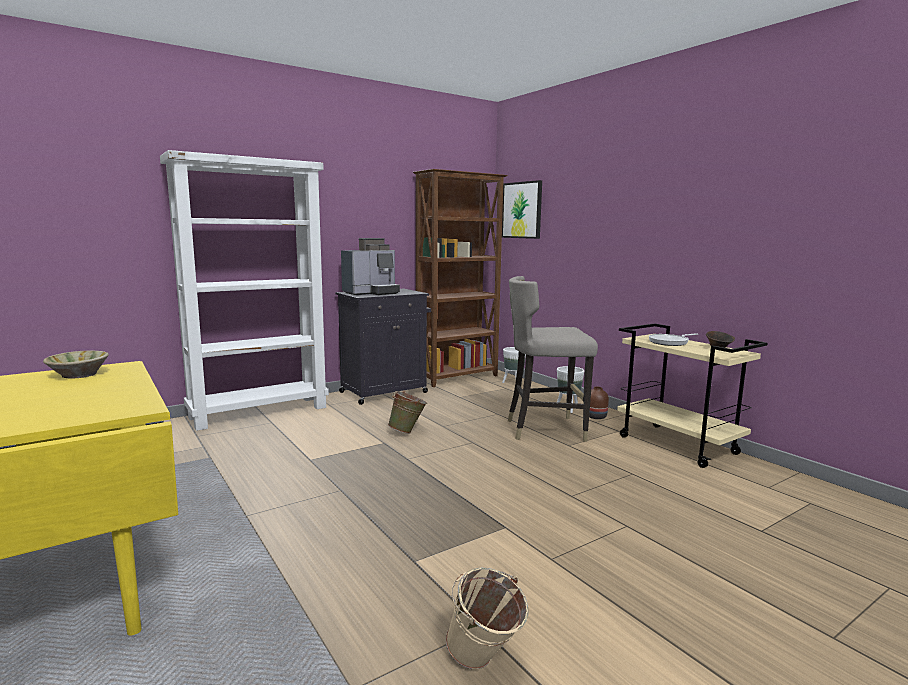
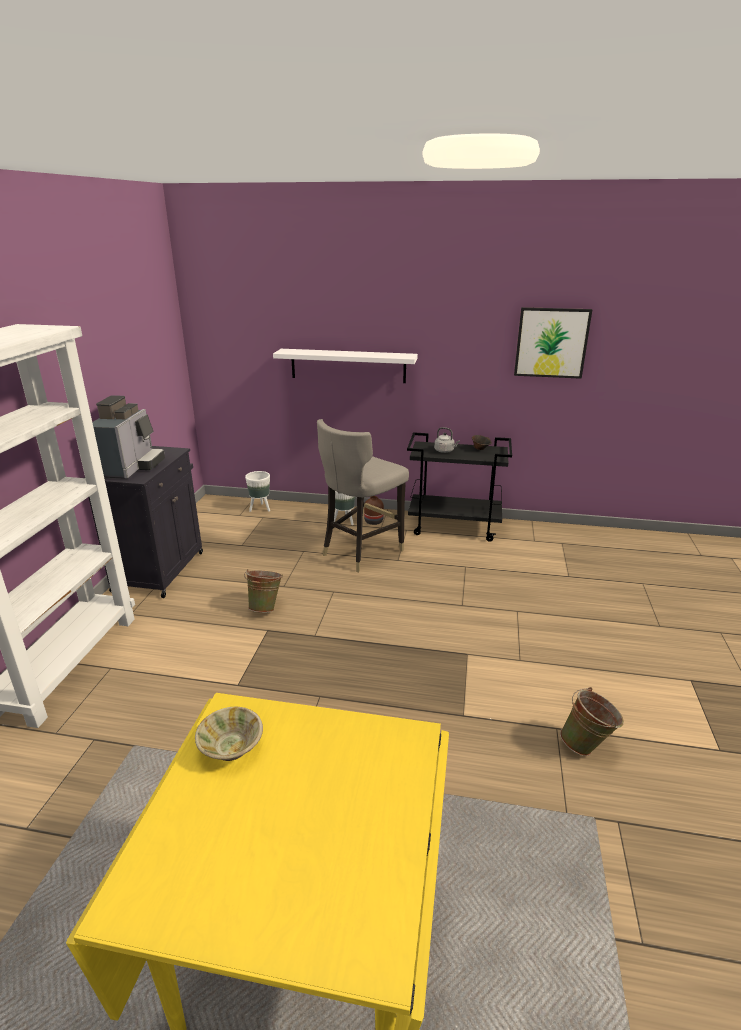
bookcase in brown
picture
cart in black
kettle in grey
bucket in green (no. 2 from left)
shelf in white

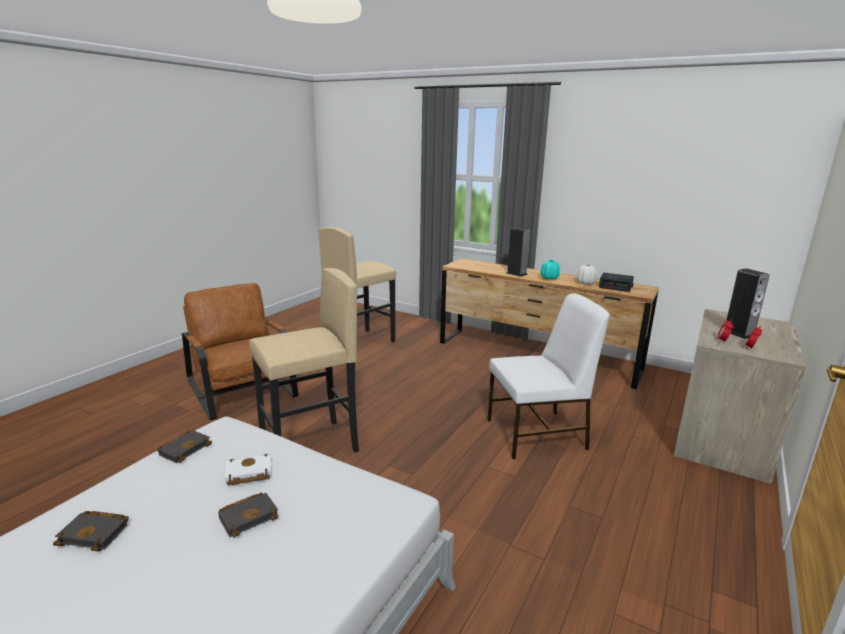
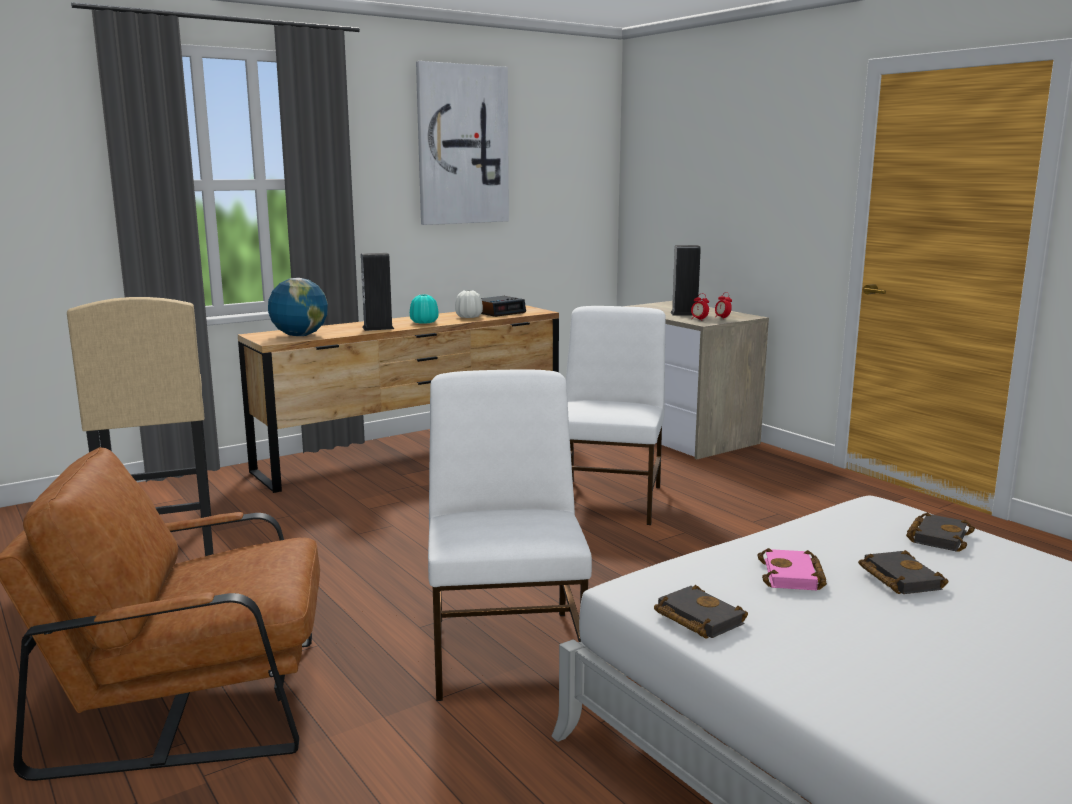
chair in white (no. 1 from left)
book in pink
book in black (no. 3 from left)
picture
globe

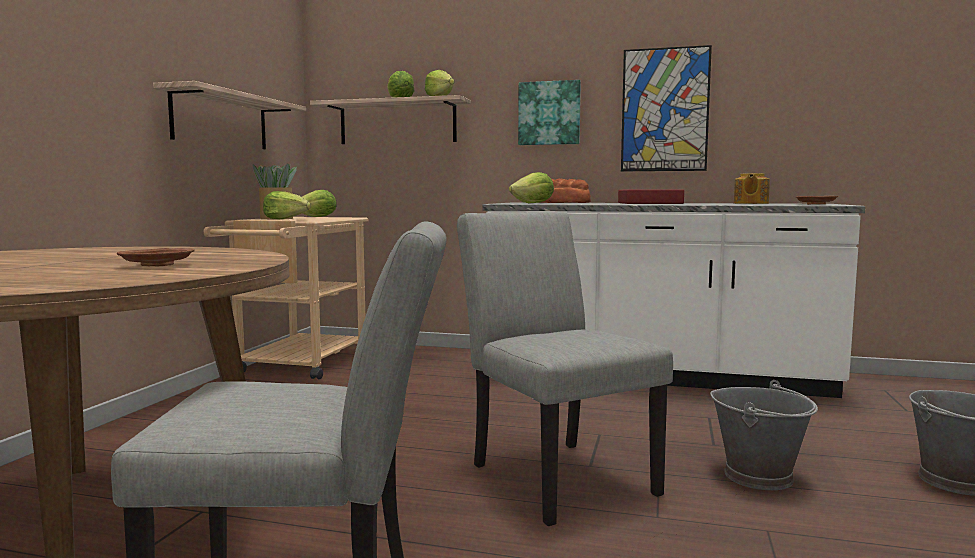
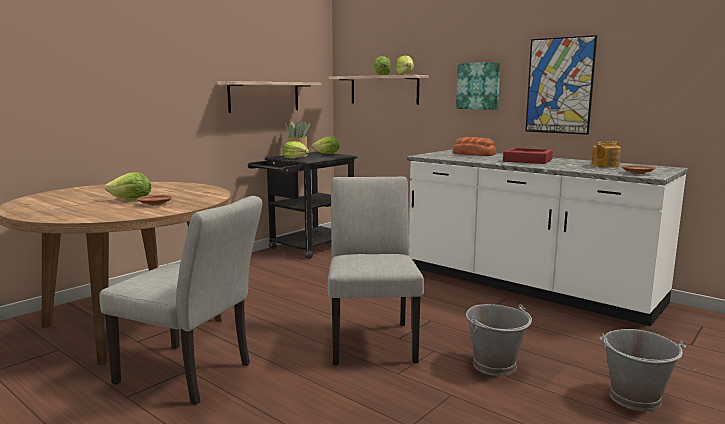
lettuce (no. 1 from left)
cart in black

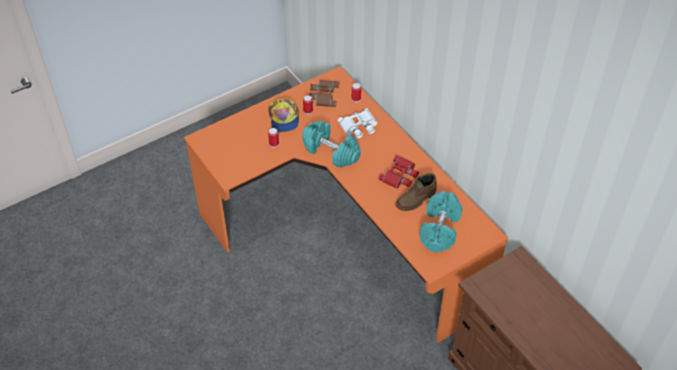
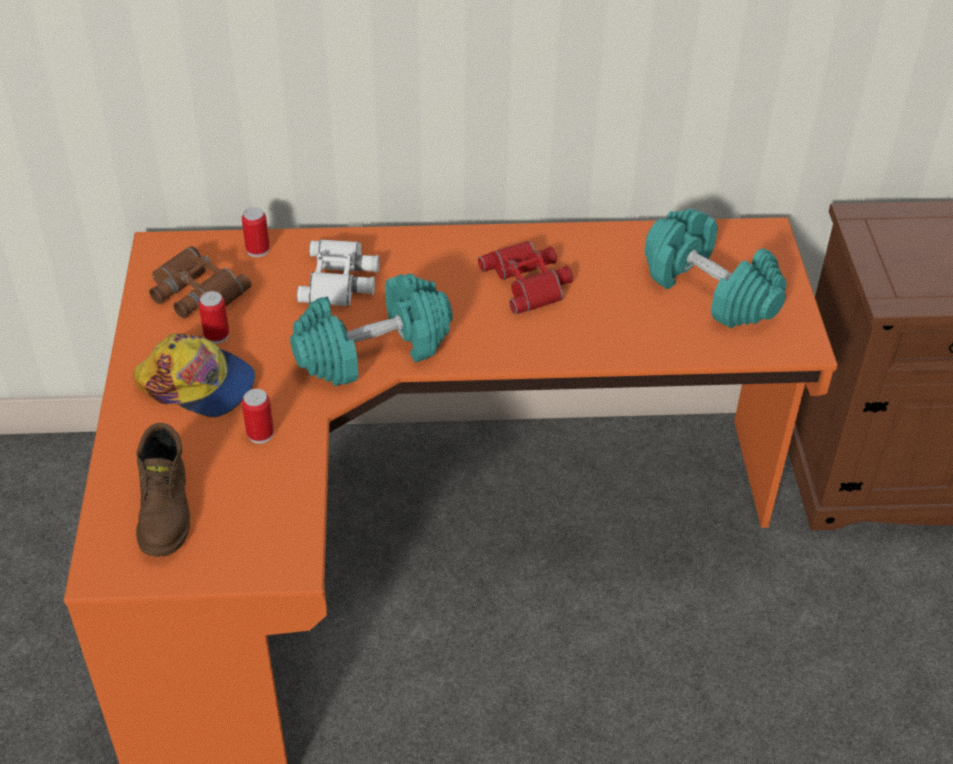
boot in brown

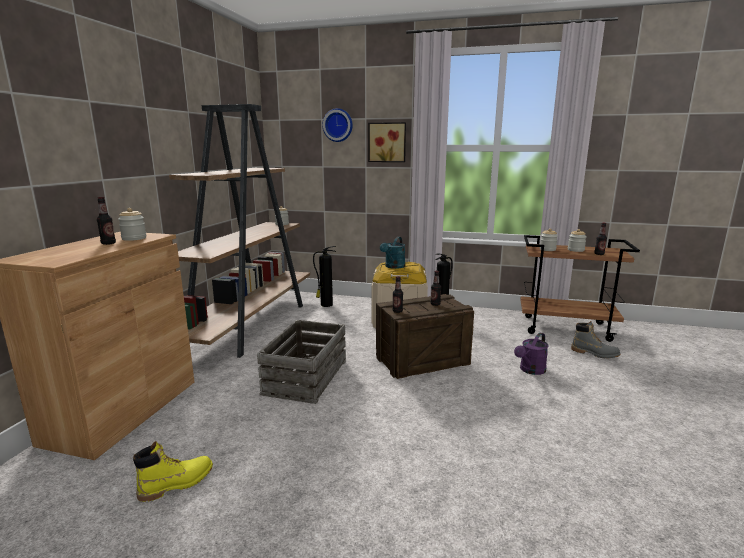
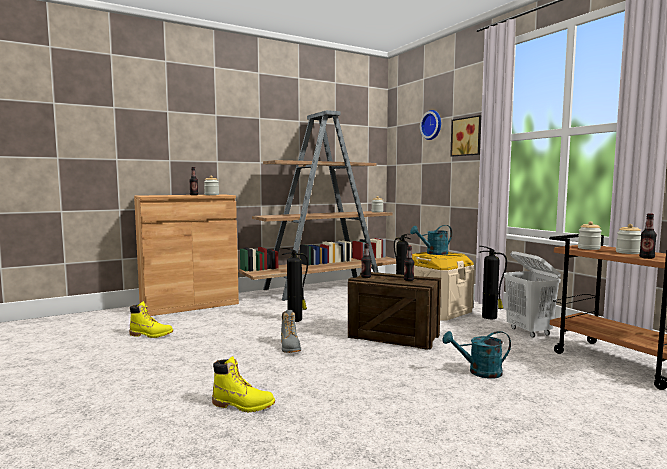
fire extinguisher (no. 1 from left)
boot in grey
watering can in turquoise (no. 2 from left)
laundry basket in white
boot in yellow (no. 2 from left)

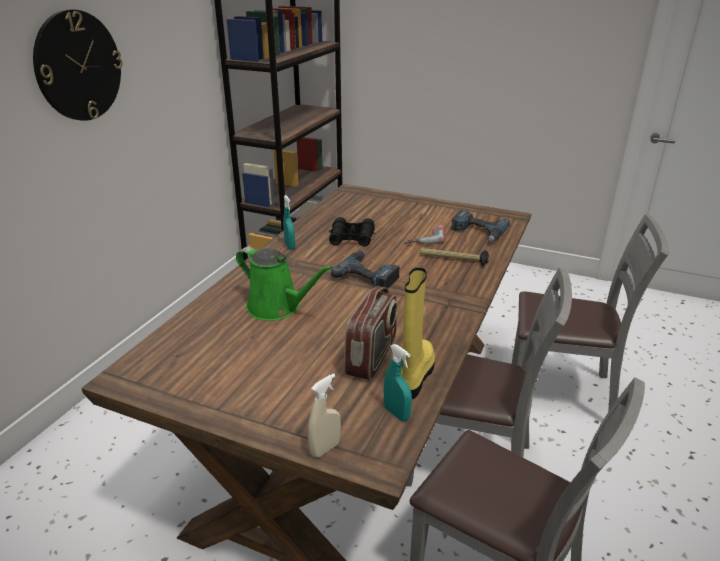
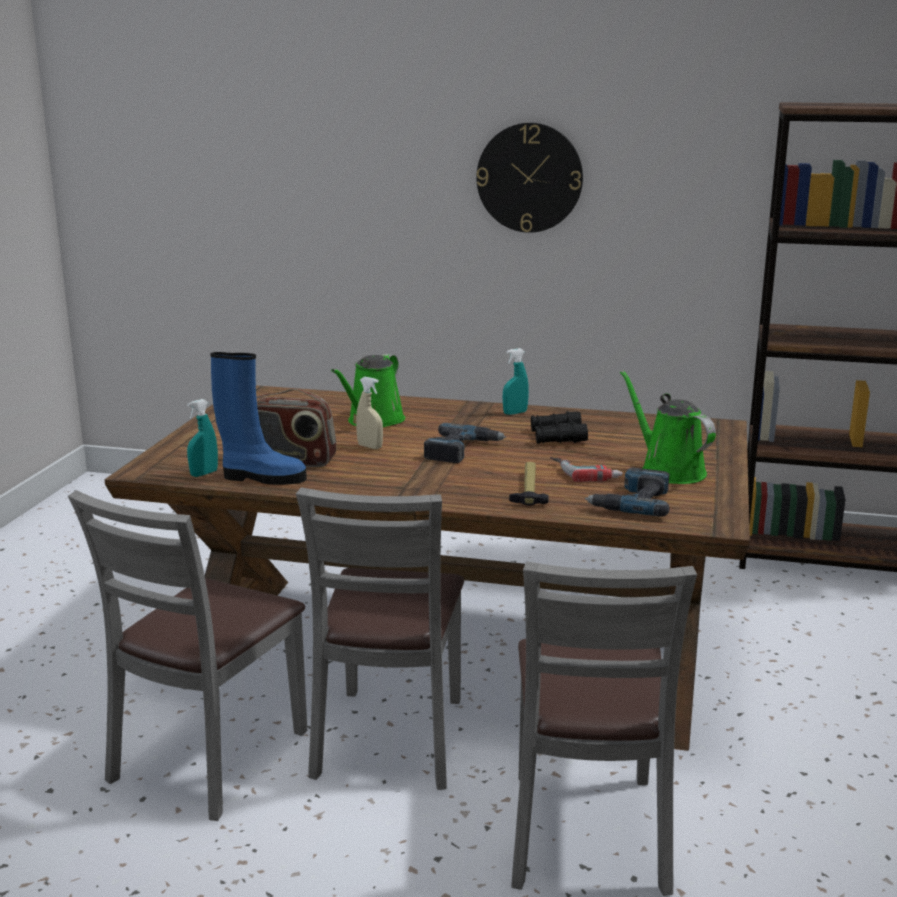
boot in blue
spray bottle in beige
watering can in green (no. 2 from left)

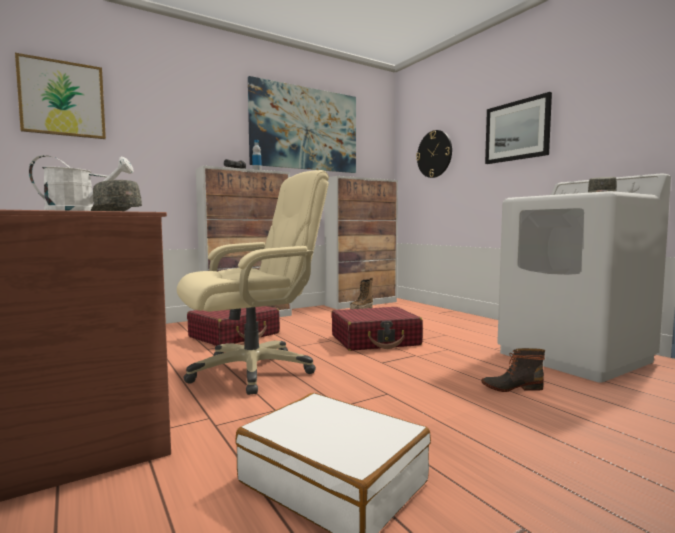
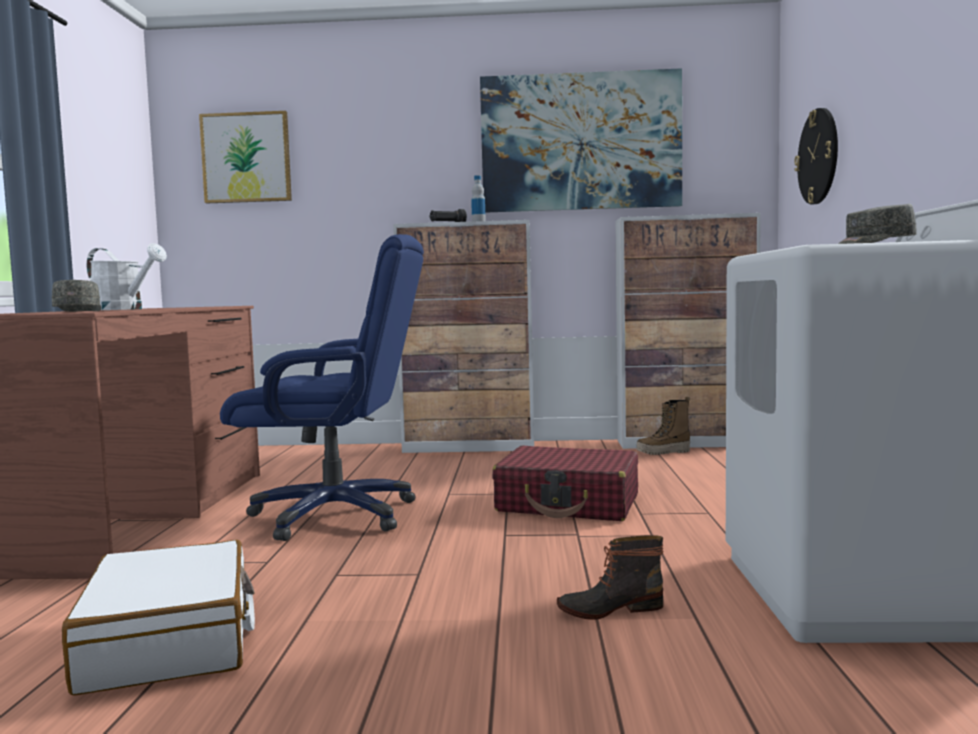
picture (no. 3 from left in the first image)
office chair in blue
suitcase in red (no. 1 from left in the first image)
boot (no. 1 from left)

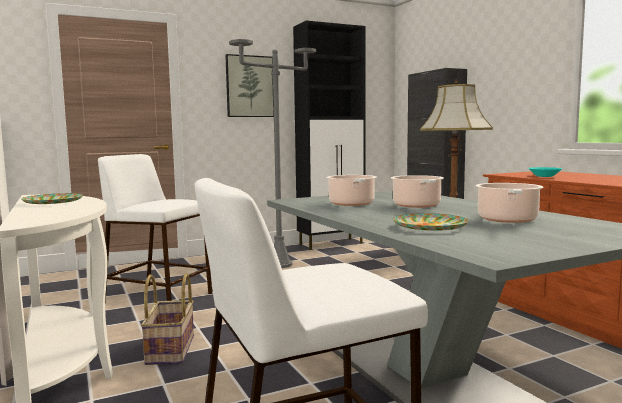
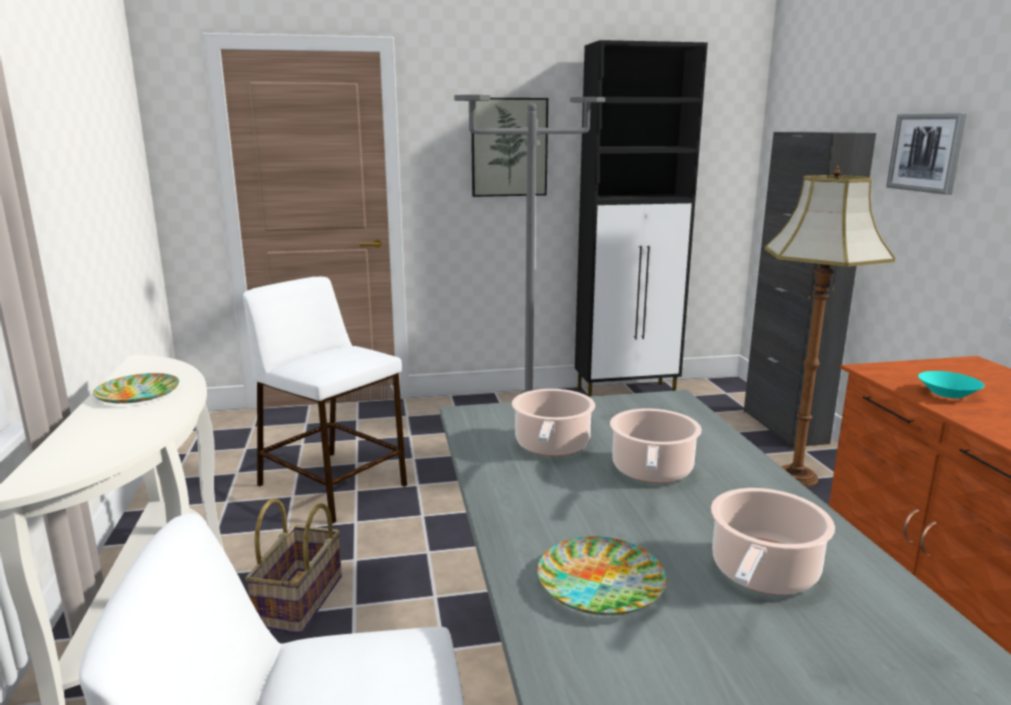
picture (no. 2 from left)

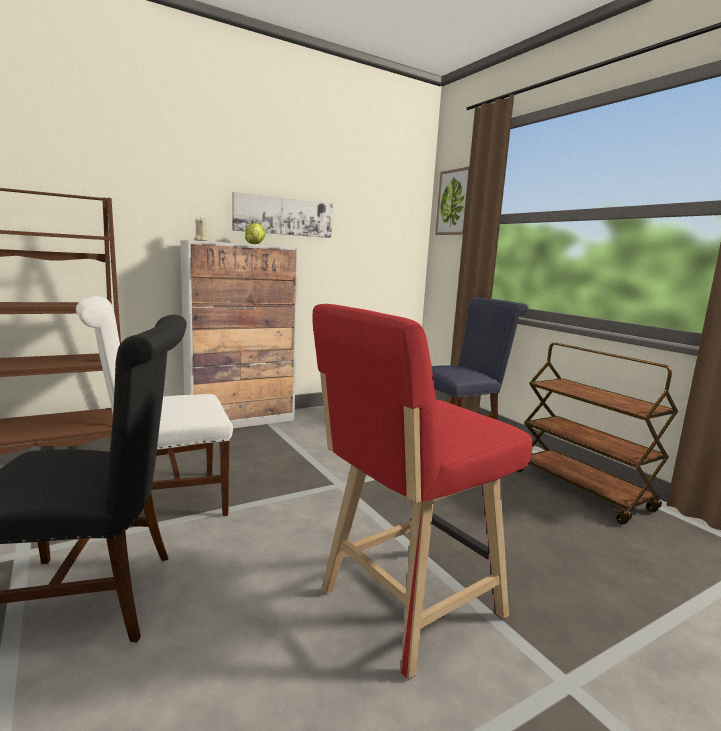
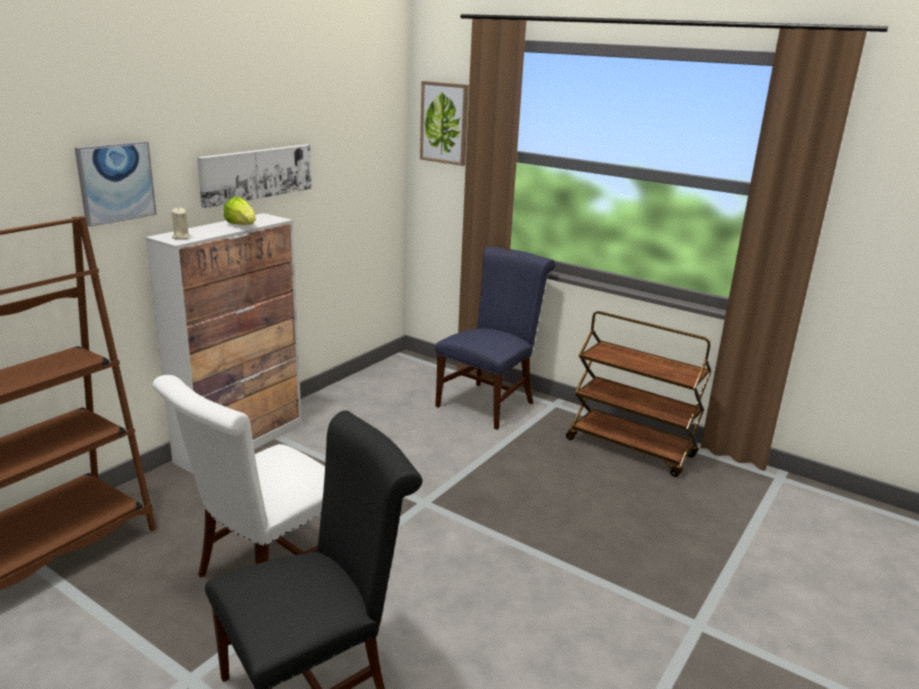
stool in red
picture (no. 1 from left)

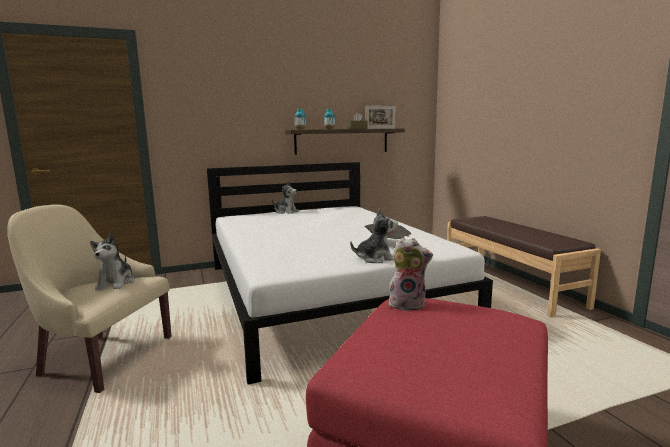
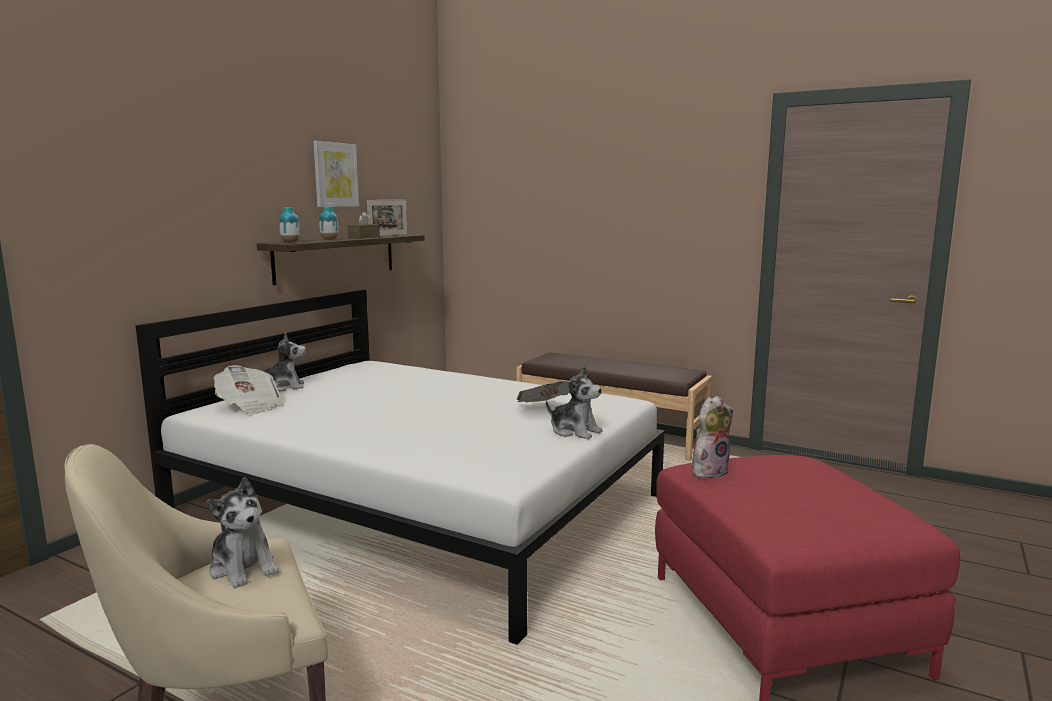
plush toy (no. 3 from left)
picture
newspaper (no. 1 from left)

